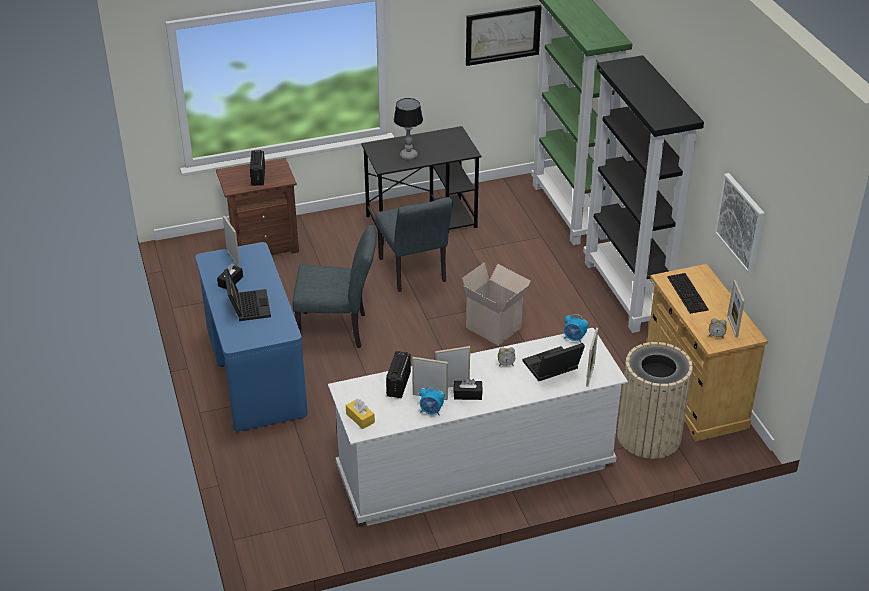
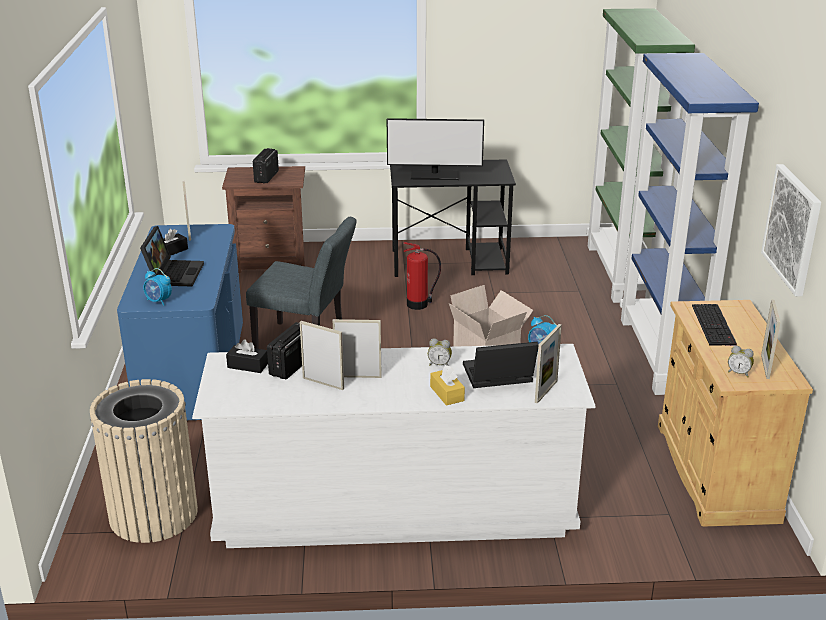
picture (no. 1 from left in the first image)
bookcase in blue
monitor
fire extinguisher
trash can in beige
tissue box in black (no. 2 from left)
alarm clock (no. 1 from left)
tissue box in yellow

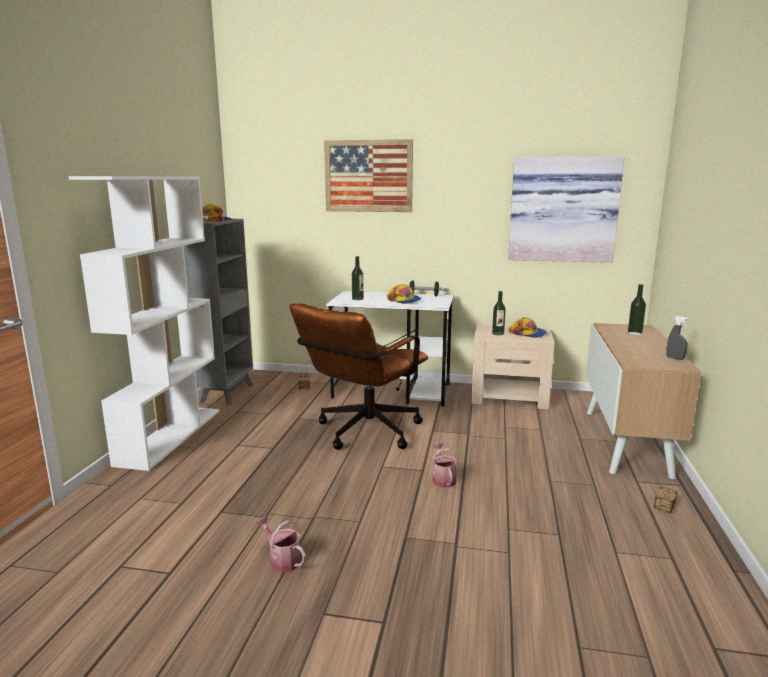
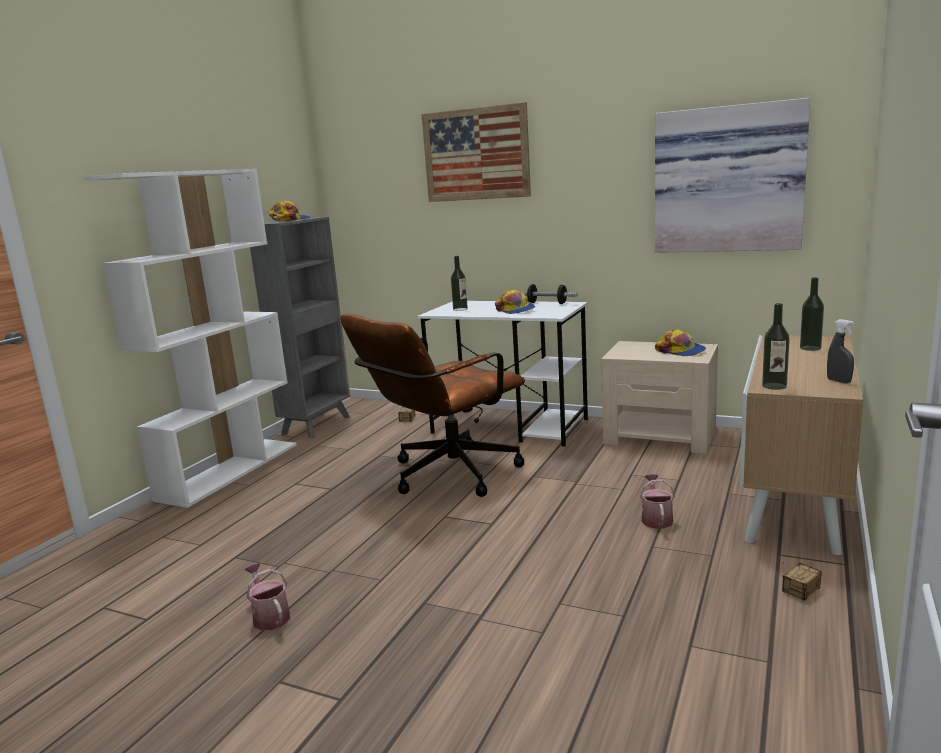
bottle (no. 2 from left)
watering can (no. 2 from left)

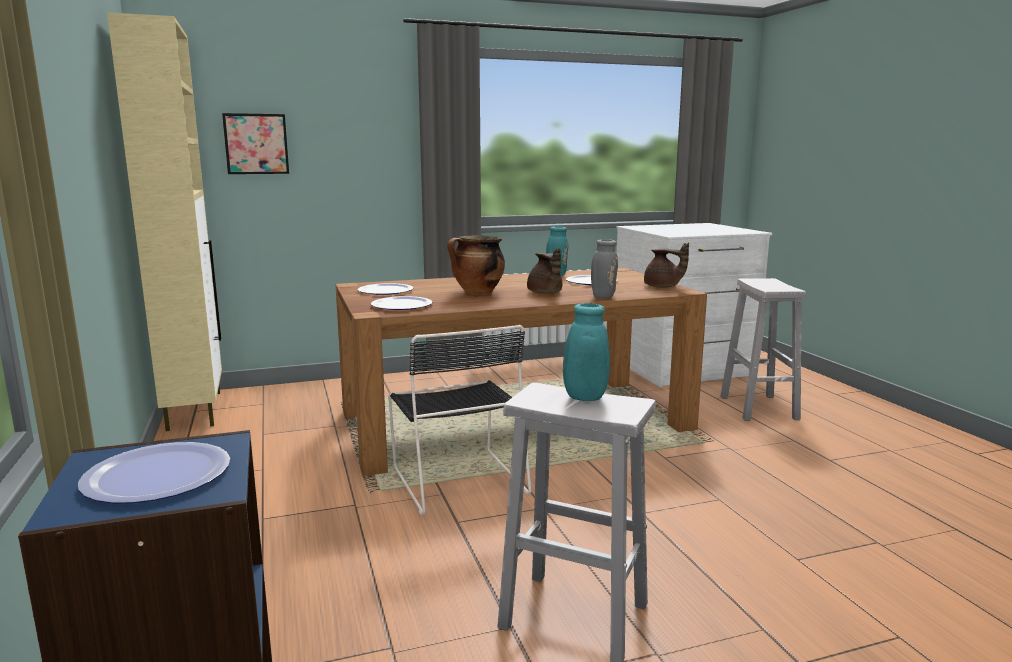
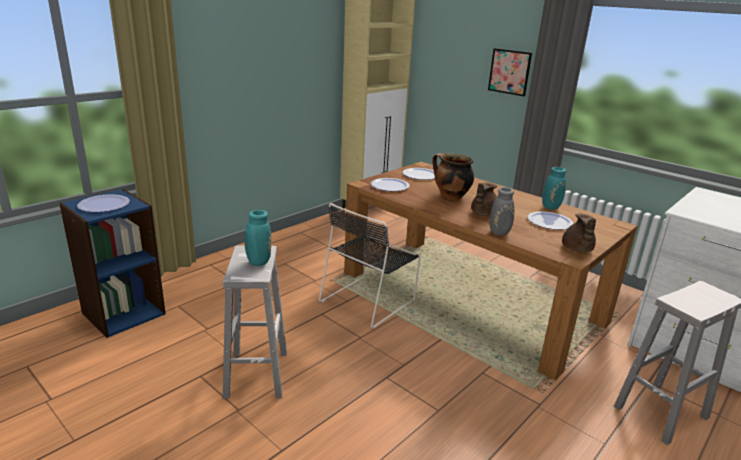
picture

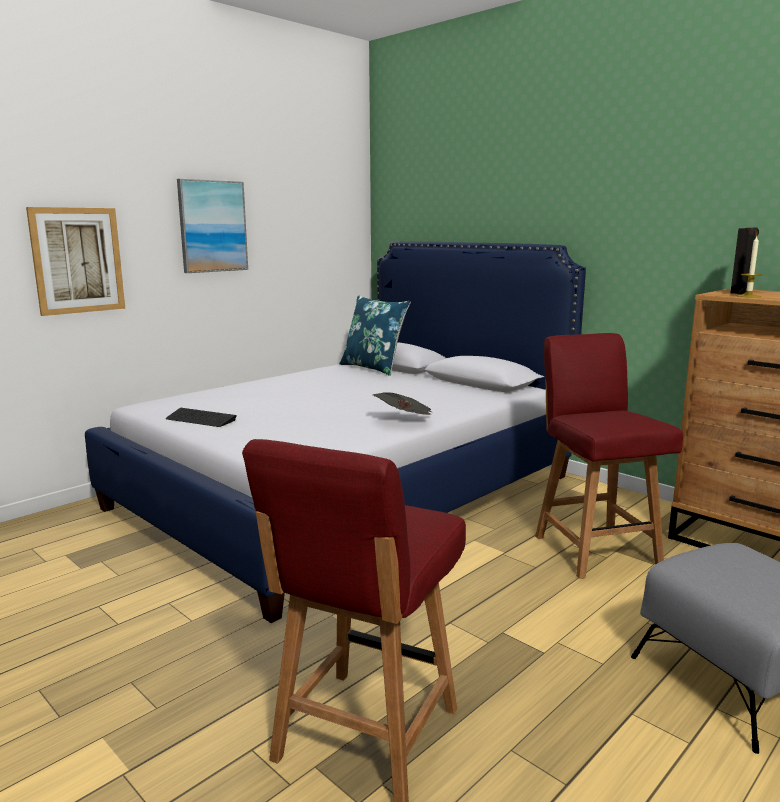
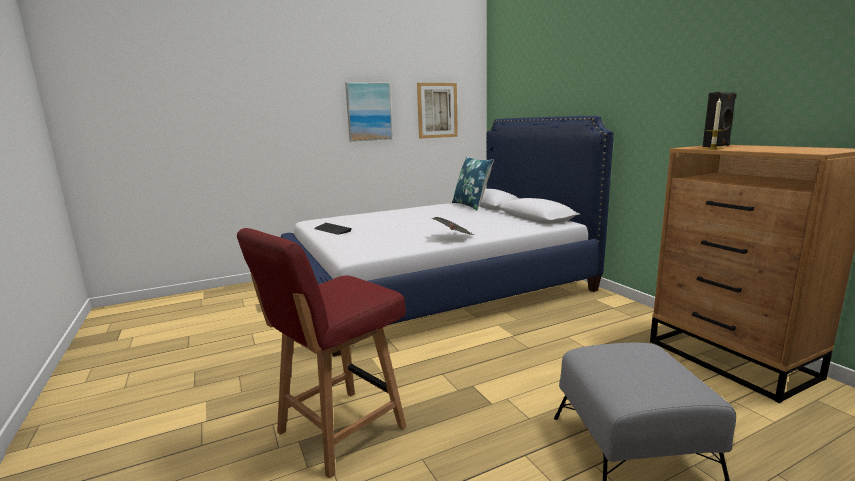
picture (no. 2 from left)
chair in red (no. 2 from left in the first image)

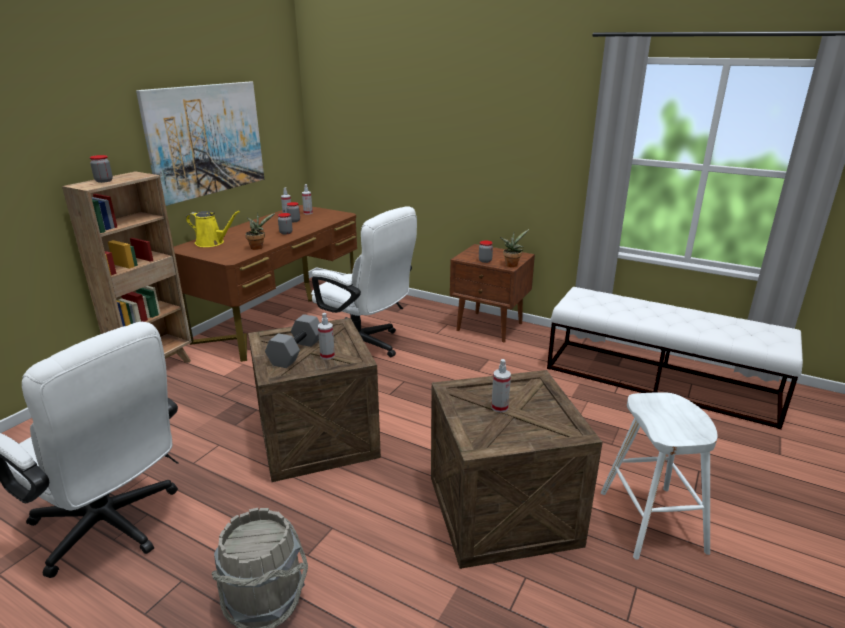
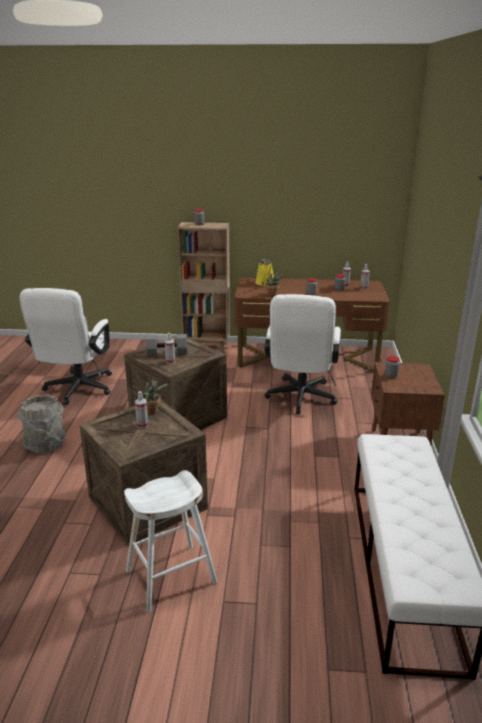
picture
potted plant (no. 1 from left)

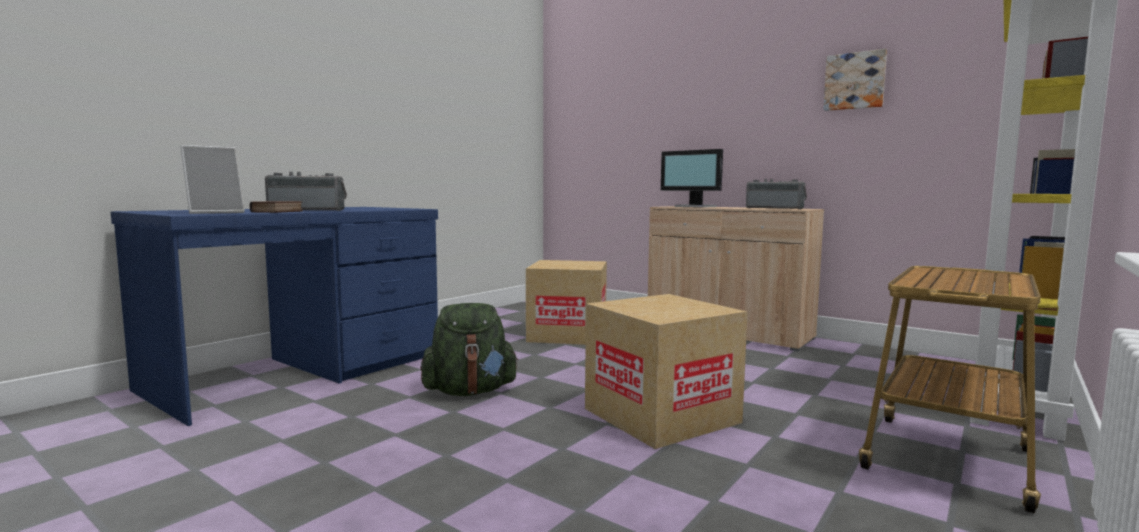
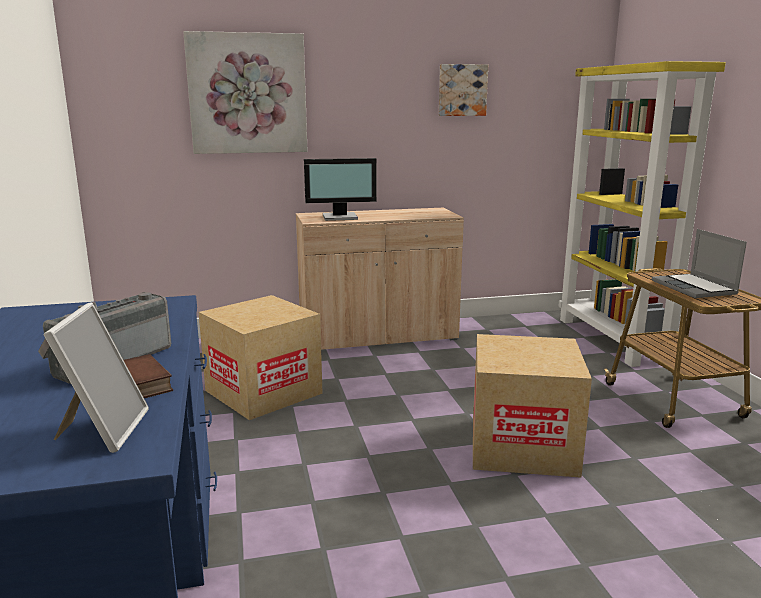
radio (no. 2 from left in the first image)
backpack in green
picture (no. 1 from left)
laptop

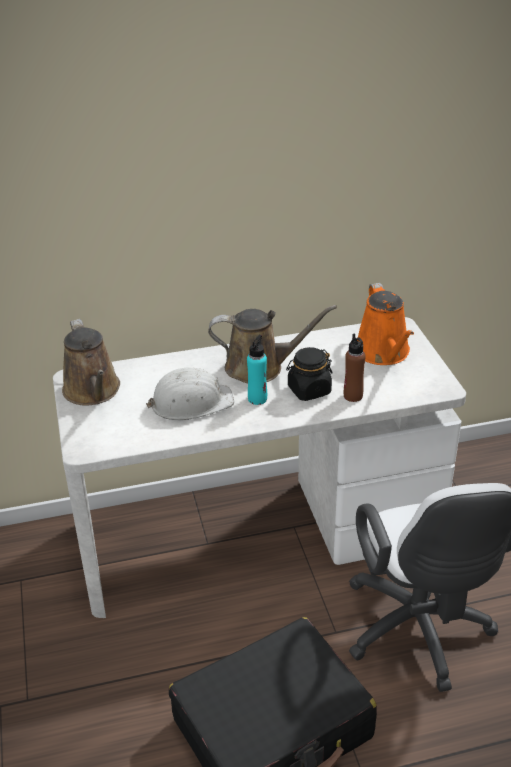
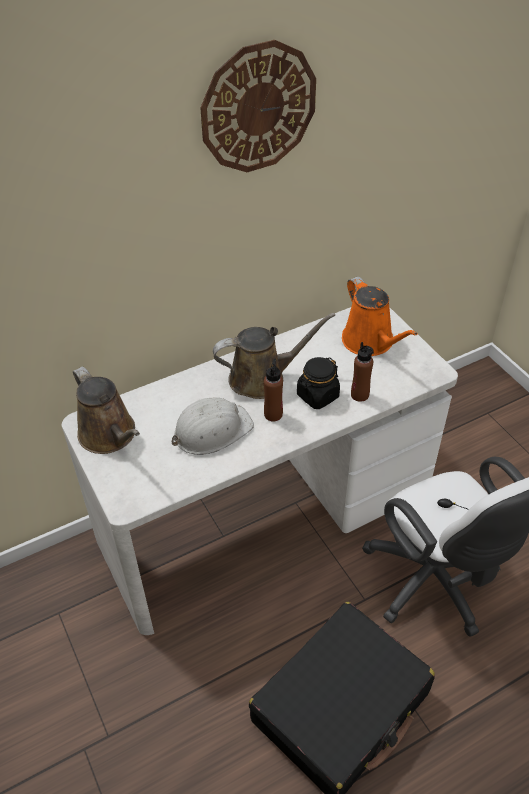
bottle in brown (no. 1 from left)
wall clock

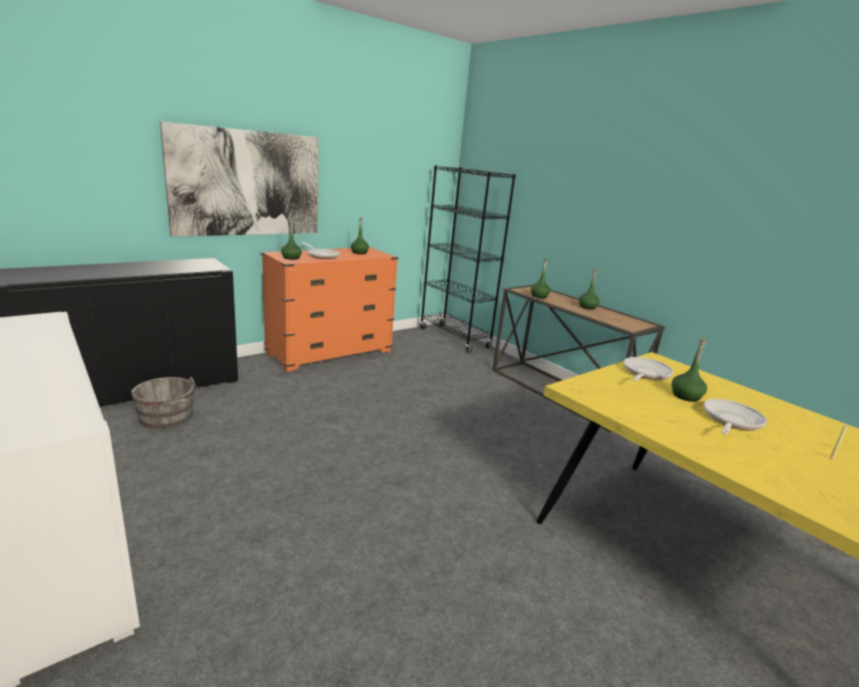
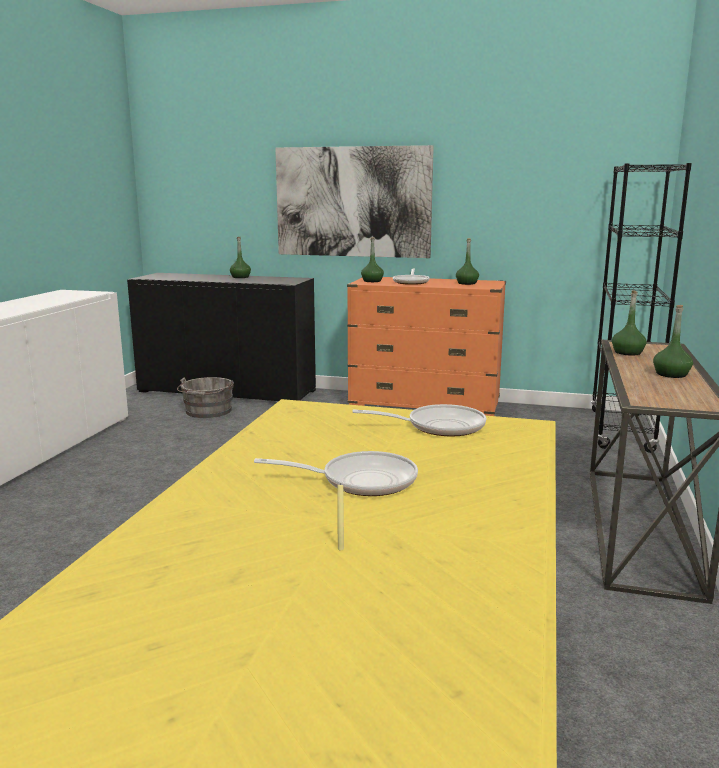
bottle in green (no. 1 from left)

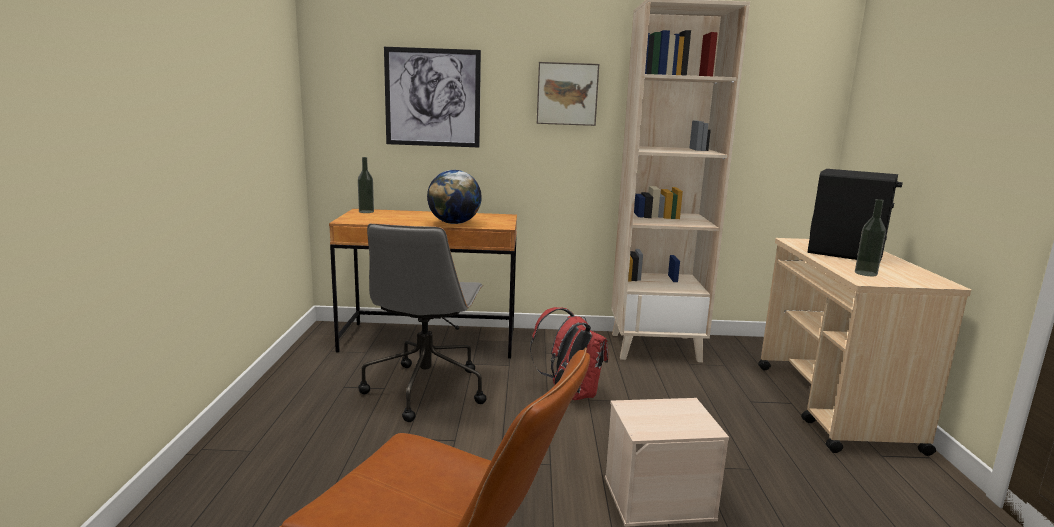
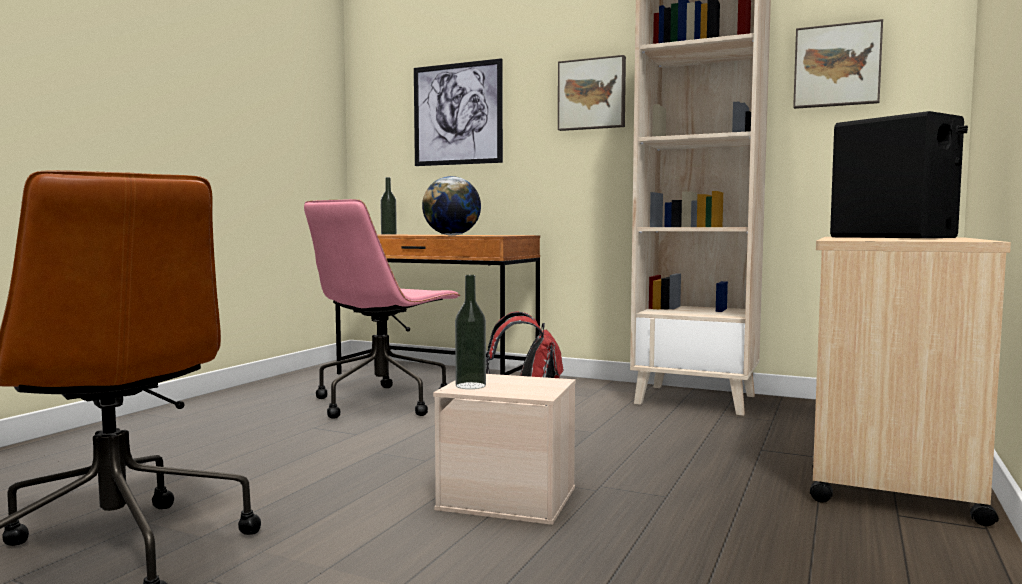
bottle (no. 2 from left)
office chair in pink
picture (no. 3 from left)

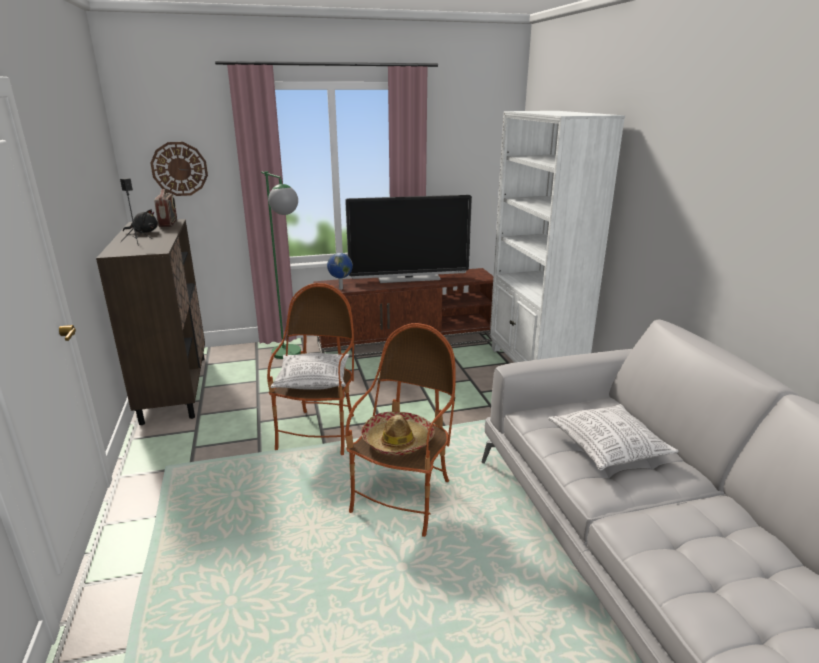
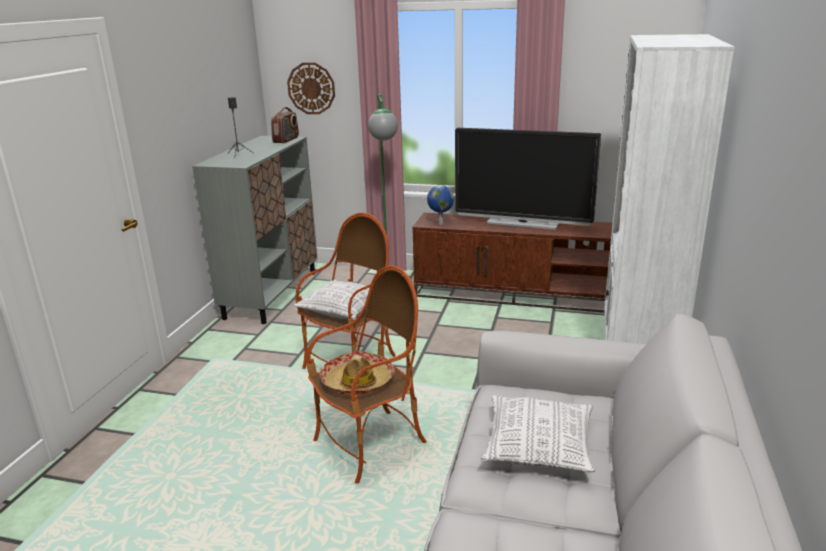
plush toy in black
cabinet in grey

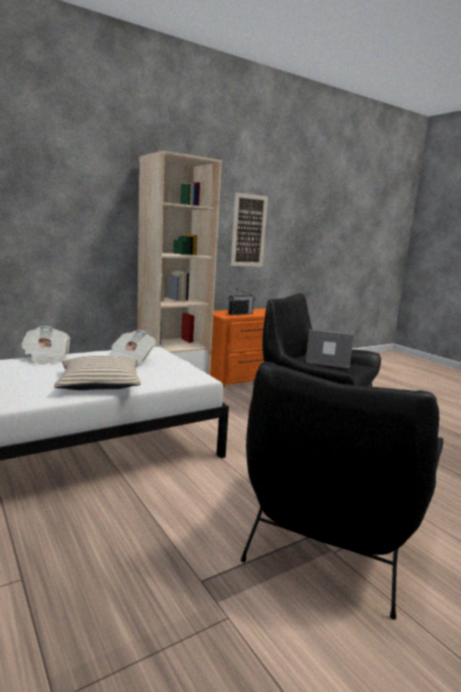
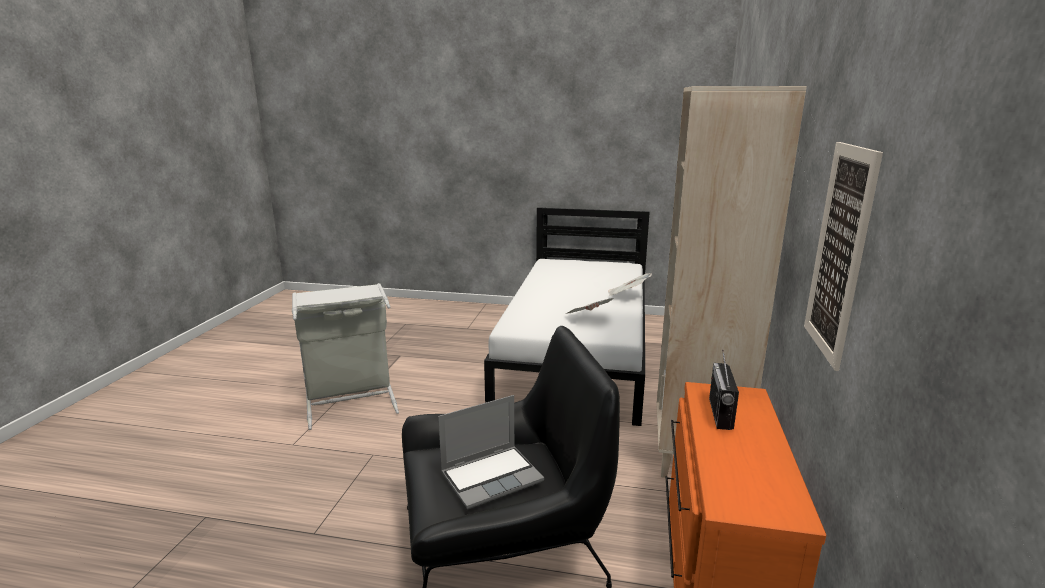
pillow in beige
laundry basket in grey

